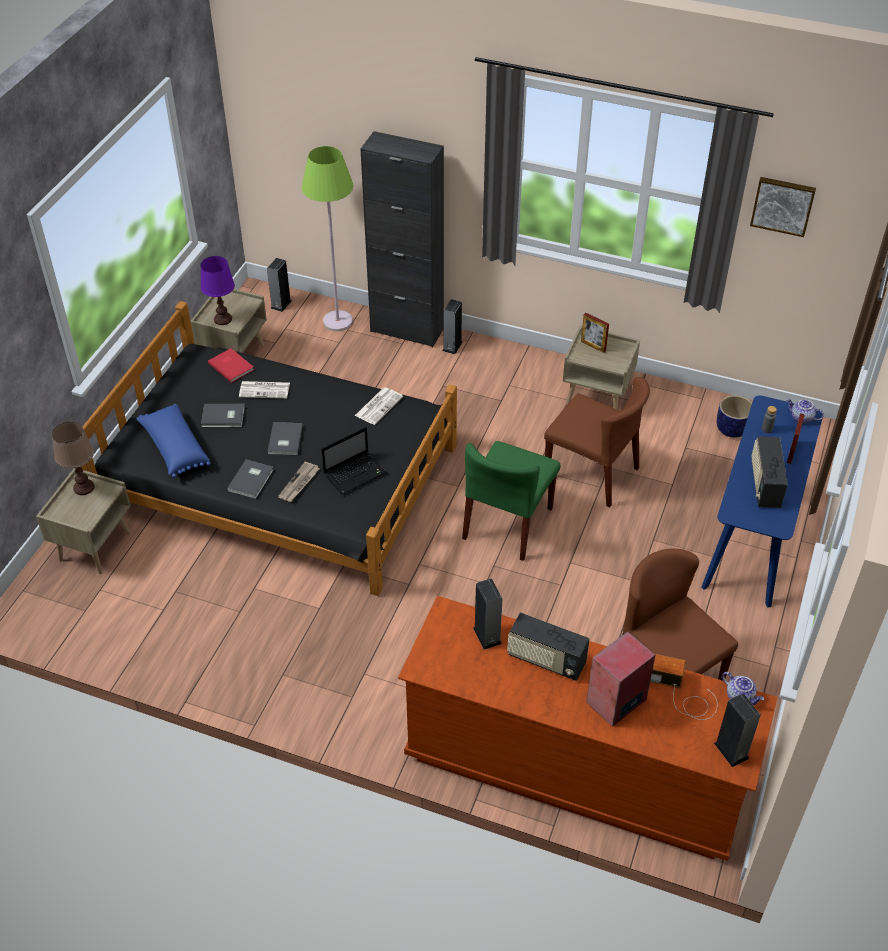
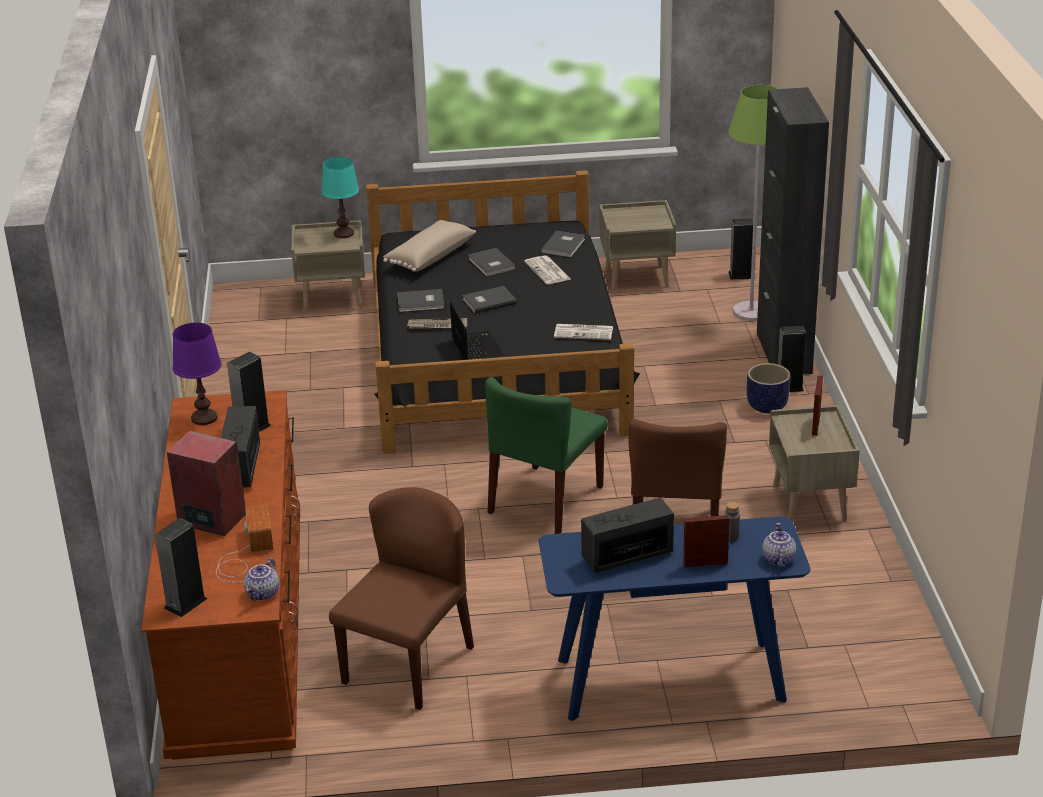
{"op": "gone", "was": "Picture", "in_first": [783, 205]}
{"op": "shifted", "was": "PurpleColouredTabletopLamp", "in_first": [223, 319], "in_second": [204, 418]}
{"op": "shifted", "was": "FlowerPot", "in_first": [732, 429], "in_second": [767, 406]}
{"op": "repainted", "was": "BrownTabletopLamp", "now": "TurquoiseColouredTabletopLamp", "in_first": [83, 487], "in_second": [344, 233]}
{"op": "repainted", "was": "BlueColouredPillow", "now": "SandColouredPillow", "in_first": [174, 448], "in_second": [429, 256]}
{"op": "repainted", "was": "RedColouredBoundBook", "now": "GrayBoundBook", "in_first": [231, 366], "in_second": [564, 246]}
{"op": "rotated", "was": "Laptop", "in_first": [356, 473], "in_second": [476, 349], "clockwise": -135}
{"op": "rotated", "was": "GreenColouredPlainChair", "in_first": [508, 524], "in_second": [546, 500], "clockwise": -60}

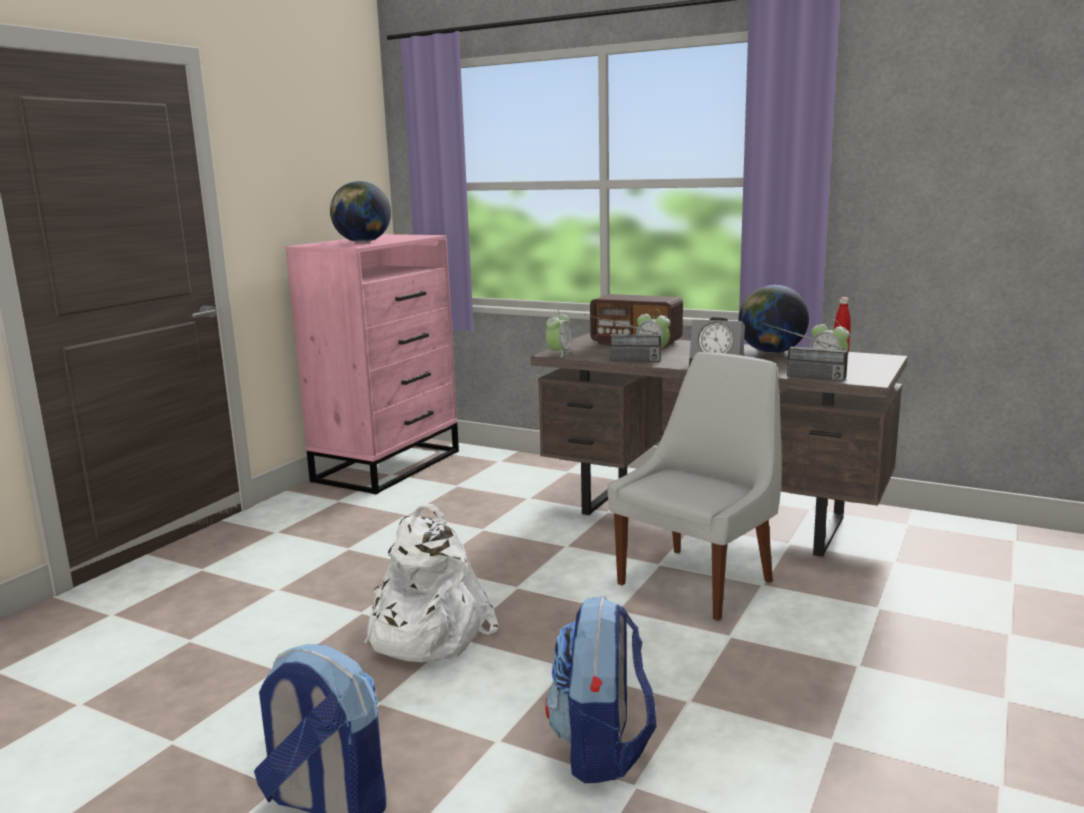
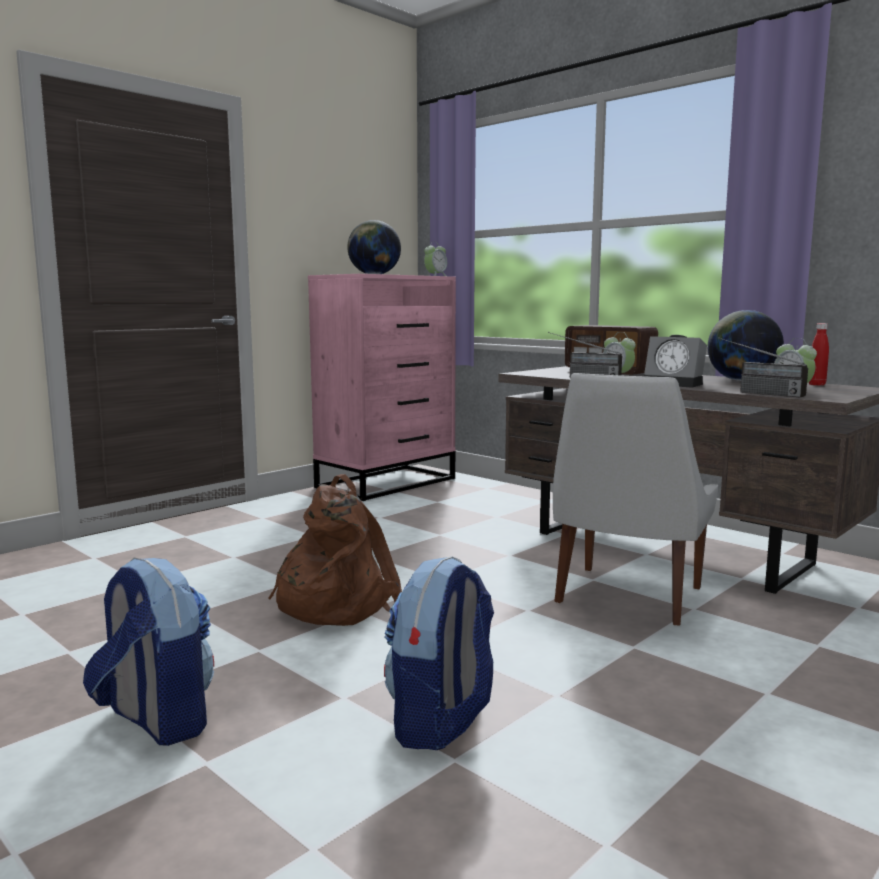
{"op": "shifted", "was": "BedsideClock", "in_first": [559, 353], "in_second": [435, 276]}
{"op": "repainted", "was": "WhitishKnapsack", "now": "BrownKnapsack", "in_first": [424, 632], "in_second": [335, 603]}
{"op": "rotated", "was": "WhitishPlainChair", "in_first": [699, 581], "in_second": [626, 597], "clockwise": 150}

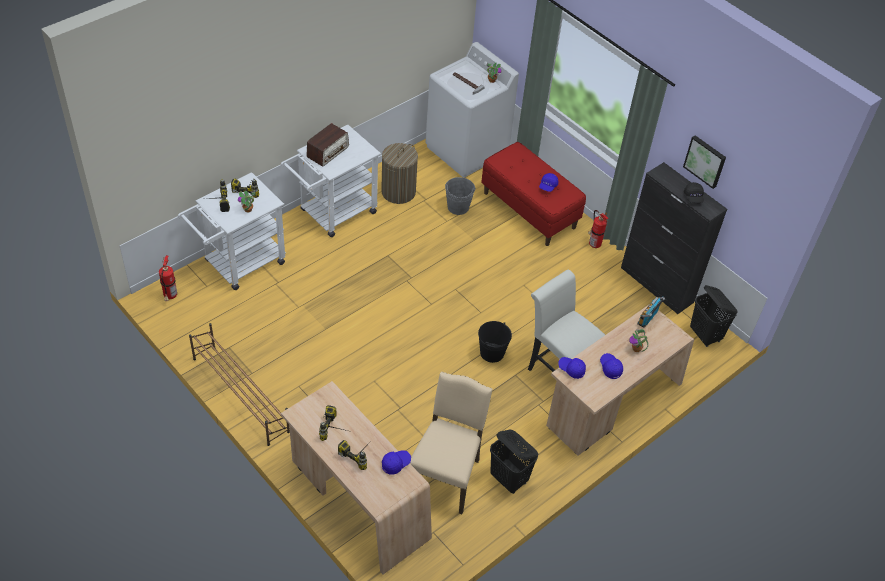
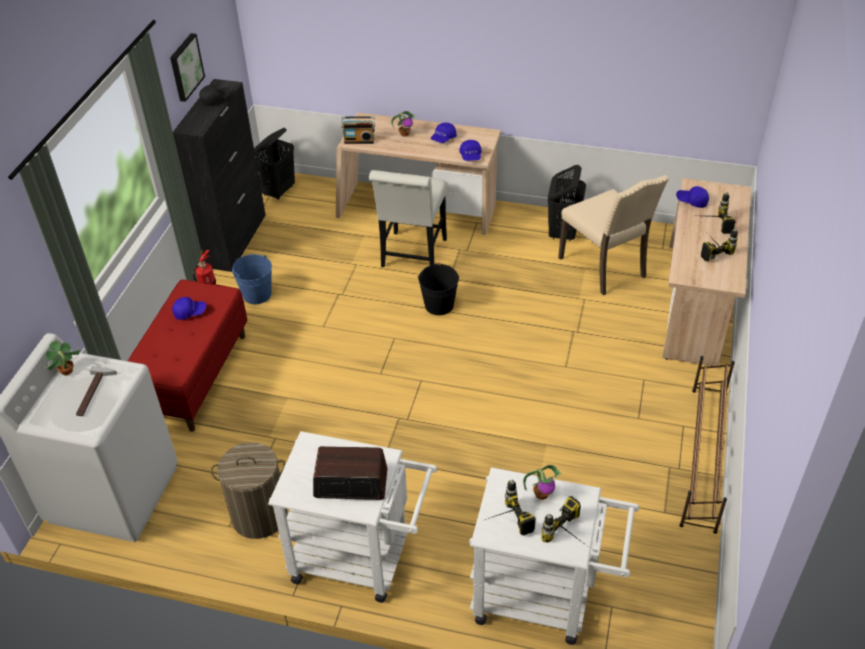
{"op": "gone", "was": "FireExtinguisher", "in_first": [170, 297]}
{"op": "gone", "was": "GrayWaterBucket", "in_first": [458, 207]}
{"op": "new", "now": "BlueColouredWaterBucket", "in_second": [257, 294]}
{"op": "rotated", "was": "SandColouredPlainChair", "in_first": [446, 475], "in_second": [605, 267], "clockwise": -105}

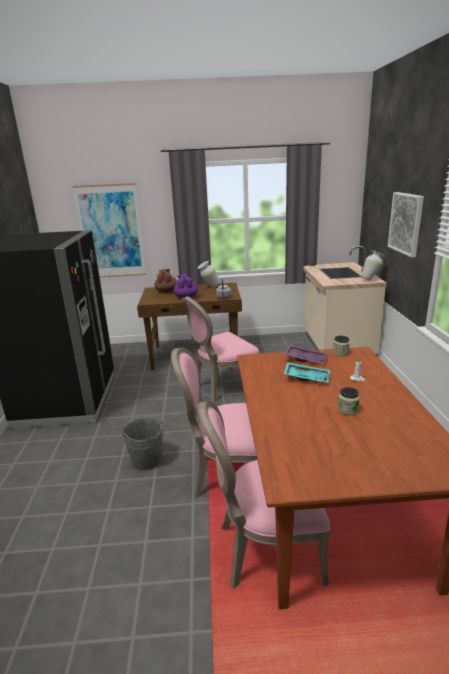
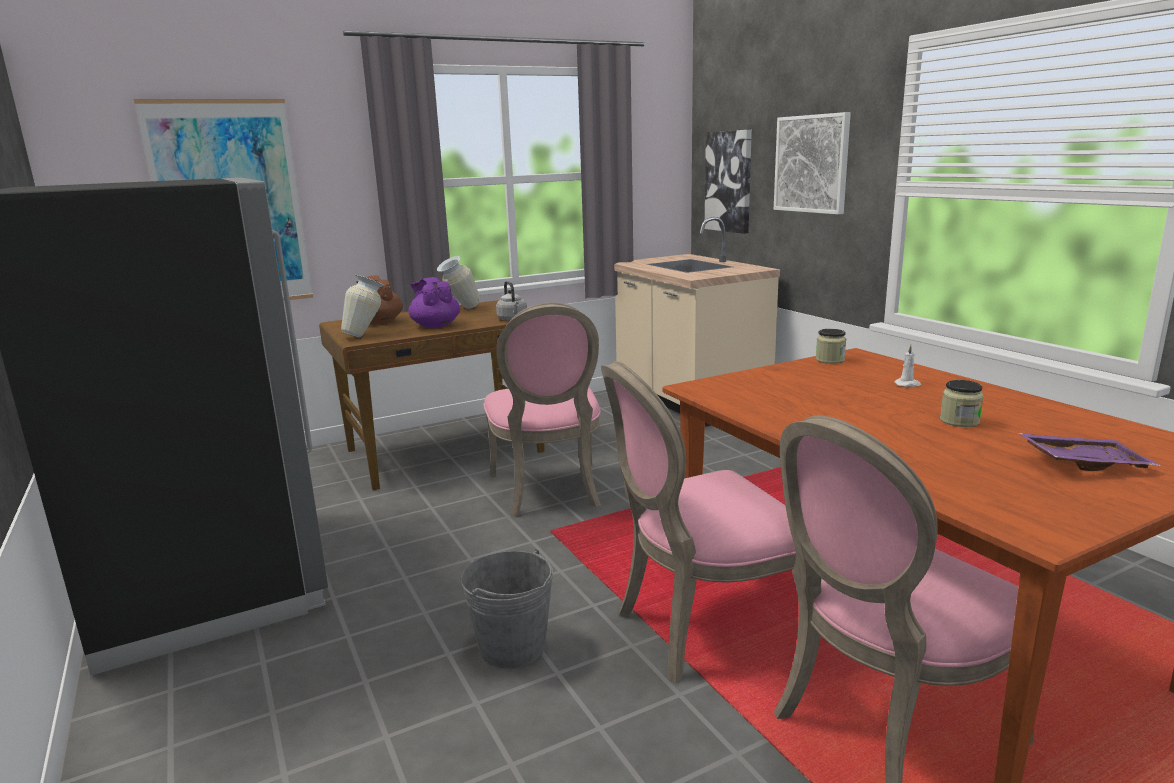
{"op": "gone", "was": "TurquoiseColouredCarryingTray", "in_first": [307, 377]}
{"op": "new", "now": "Picture", "in_second": [729, 181]}
{"op": "shifted", "was": "PurpleColouredCarryingTray", "in_first": [306, 359], "in_second": [1082, 463]}
{"op": "shifted", "was": "FlowerVase", "in_first": [372, 279], "in_second": [367, 335]}
{"op": "rotated", "was": "PinkishPlainChair", "in_first": [222, 387], "in_second": [549, 491], "clockwise": -45}

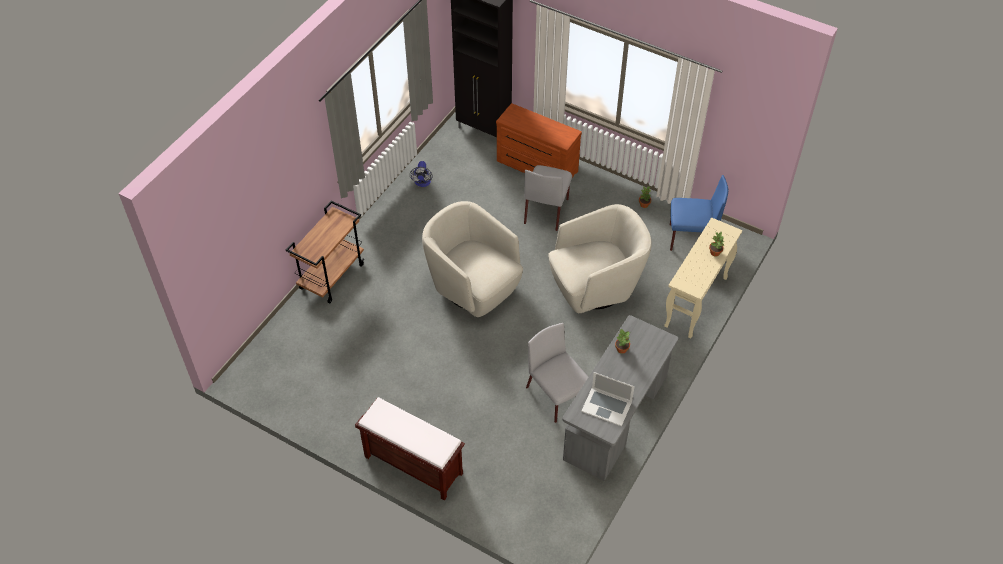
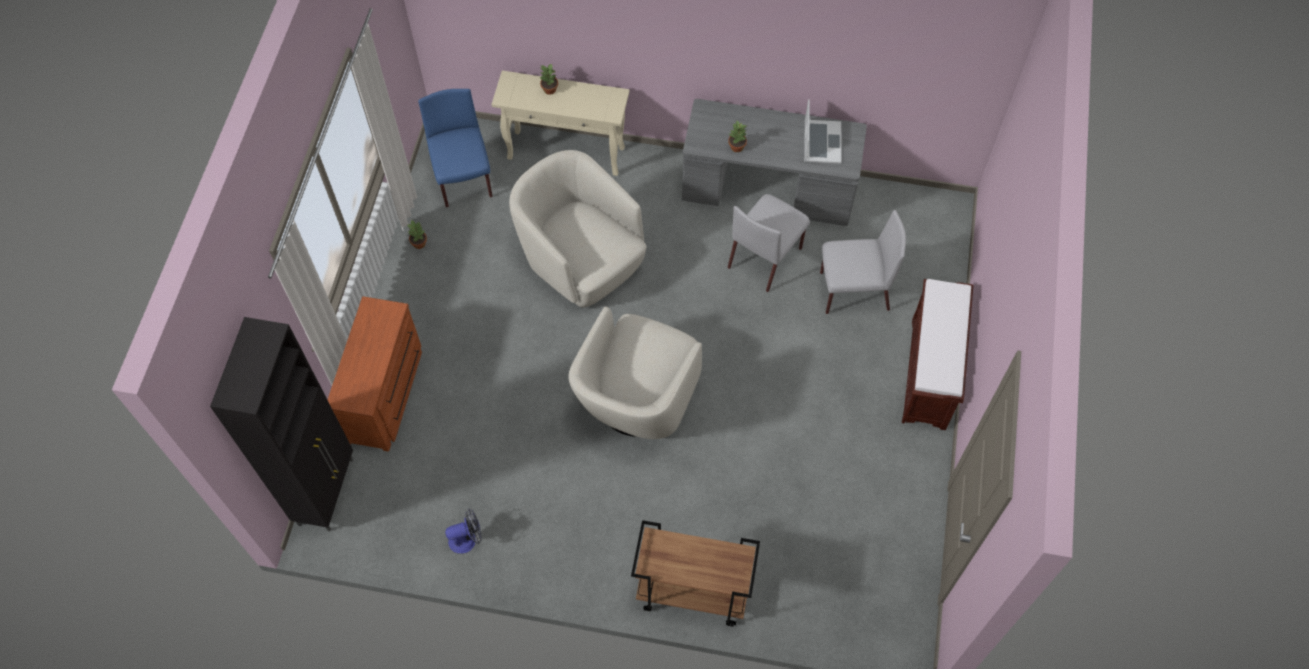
{"op": "shifted", "was": "GrayPlainChair", "in_first": [546, 210], "in_second": [853, 291]}

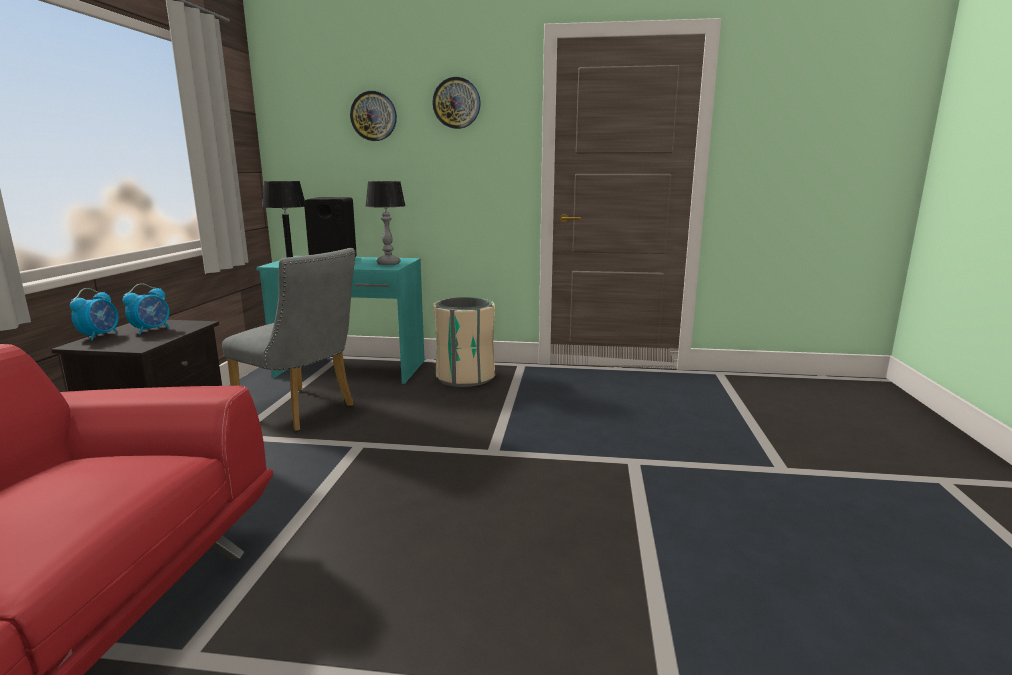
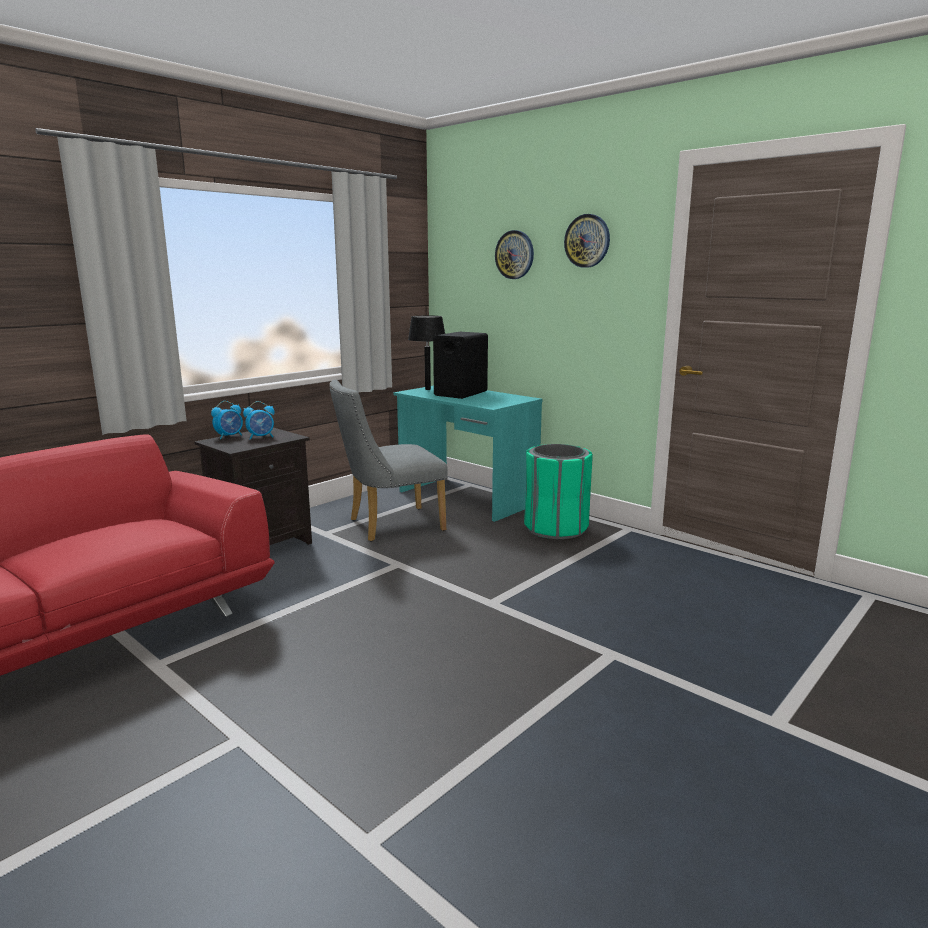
{"op": "gone", "was": "TabletopLamp", "in_first": [388, 263]}
{"op": "repainted", "was": "SandColouredWasteBin", "now": "GreenColouredWasteBin", "in_first": [465, 377], "in_second": [556, 528]}
{"op": "rotated", "was": "GrayPlainChair", "in_first": [302, 411], "in_second": [389, 525], "clockwise": 90}

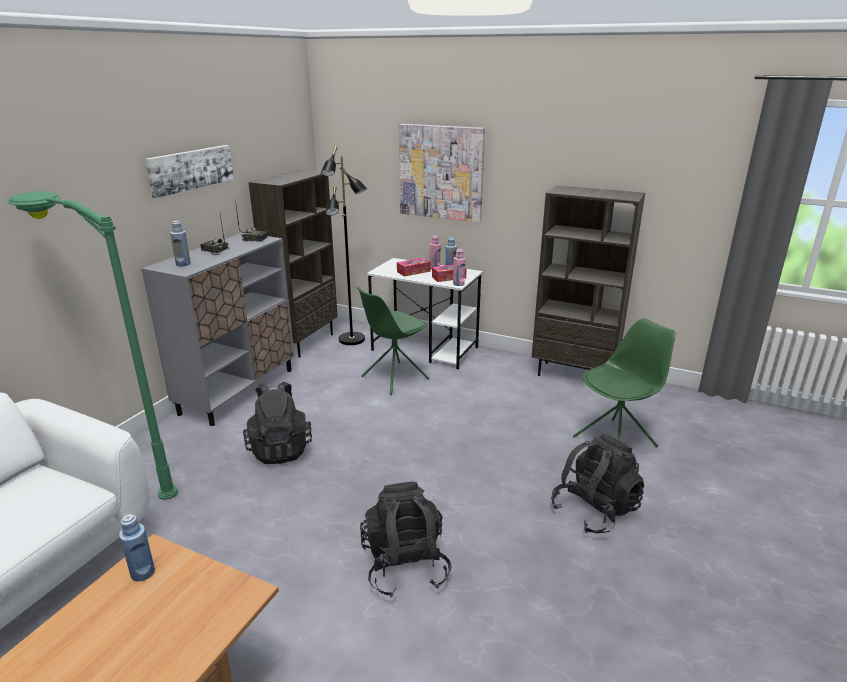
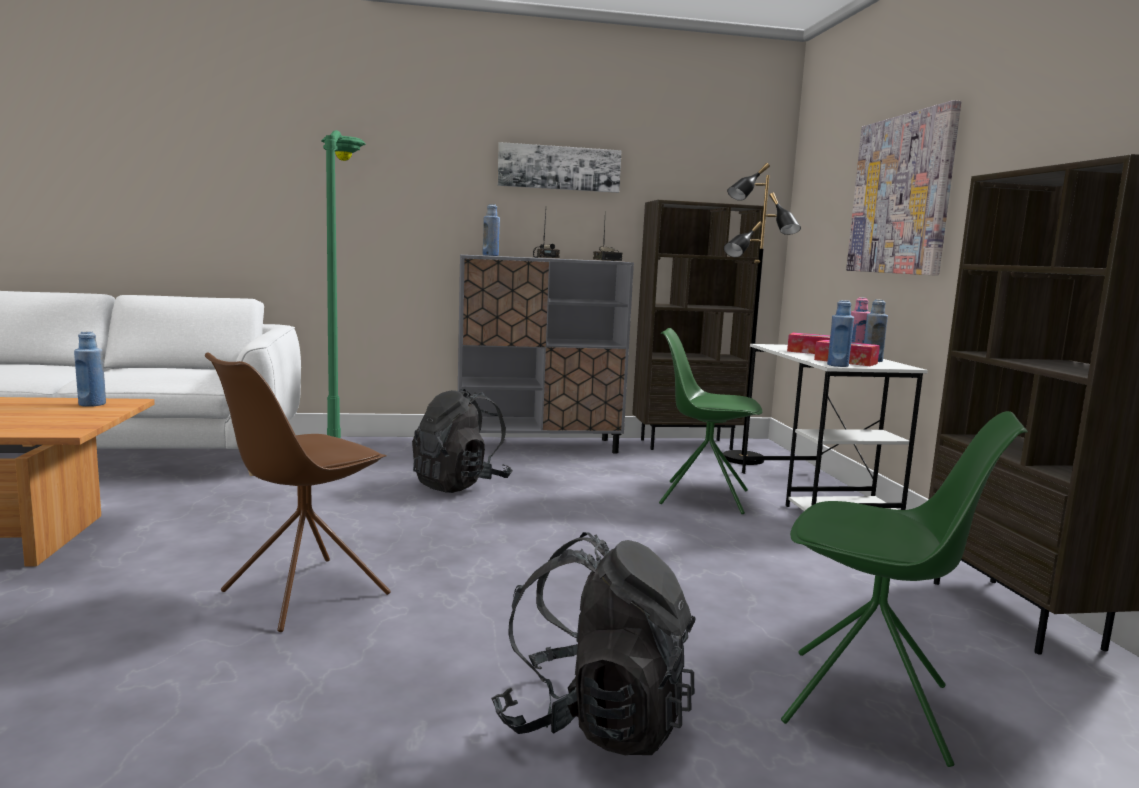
{"op": "swapped", "was": "BlackColouredKnapsack", "now": "BrownPlainChair", "in_first": [405, 566], "in_second": [302, 594]}
{"op": "repainted", "was": "PinkishBottle", "now": "BlueColouredBottle", "in_first": [458, 284], "in_second": [837, 365]}

